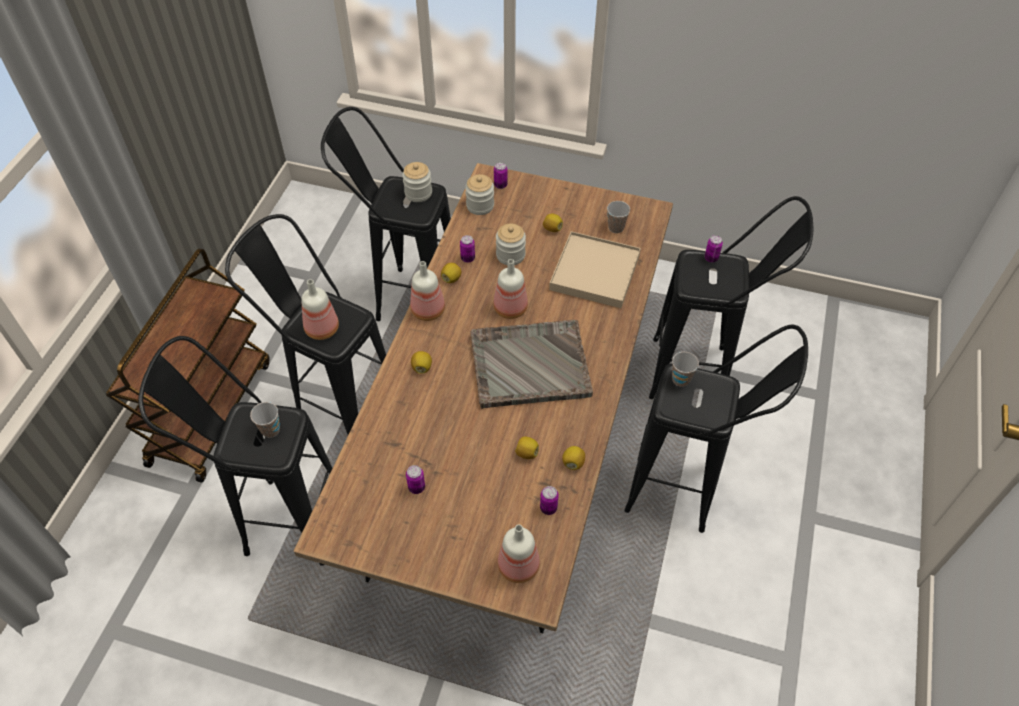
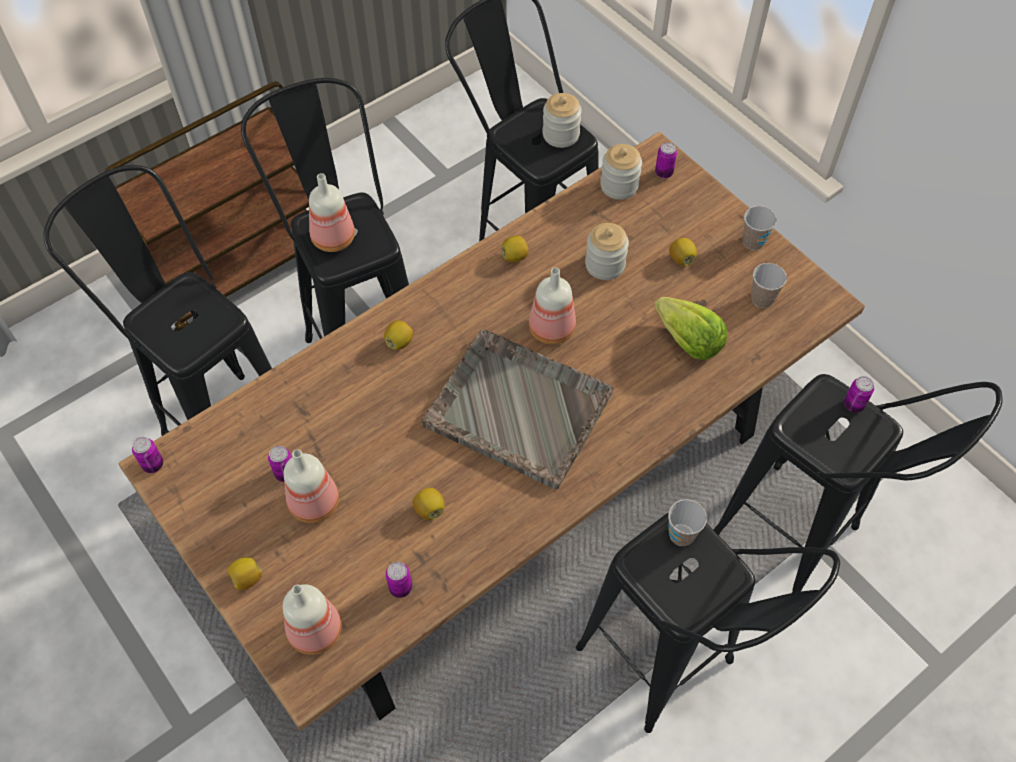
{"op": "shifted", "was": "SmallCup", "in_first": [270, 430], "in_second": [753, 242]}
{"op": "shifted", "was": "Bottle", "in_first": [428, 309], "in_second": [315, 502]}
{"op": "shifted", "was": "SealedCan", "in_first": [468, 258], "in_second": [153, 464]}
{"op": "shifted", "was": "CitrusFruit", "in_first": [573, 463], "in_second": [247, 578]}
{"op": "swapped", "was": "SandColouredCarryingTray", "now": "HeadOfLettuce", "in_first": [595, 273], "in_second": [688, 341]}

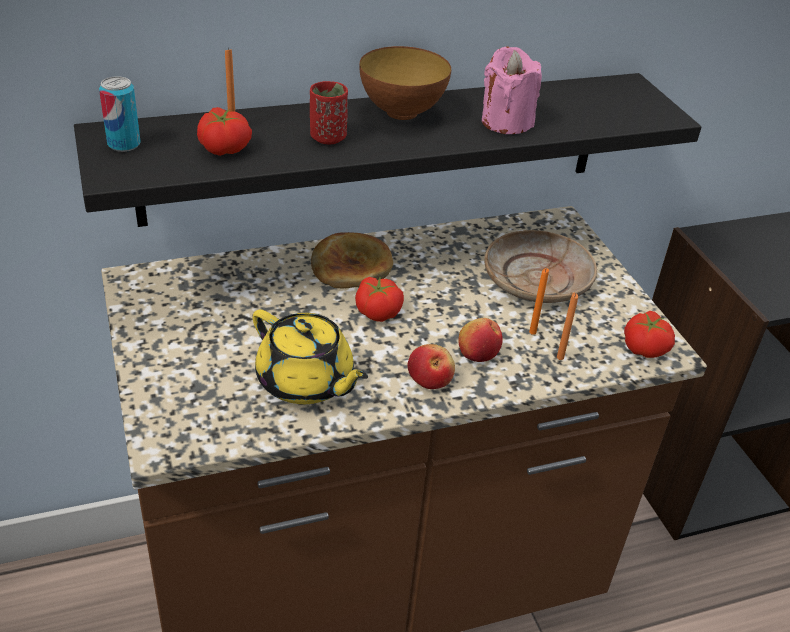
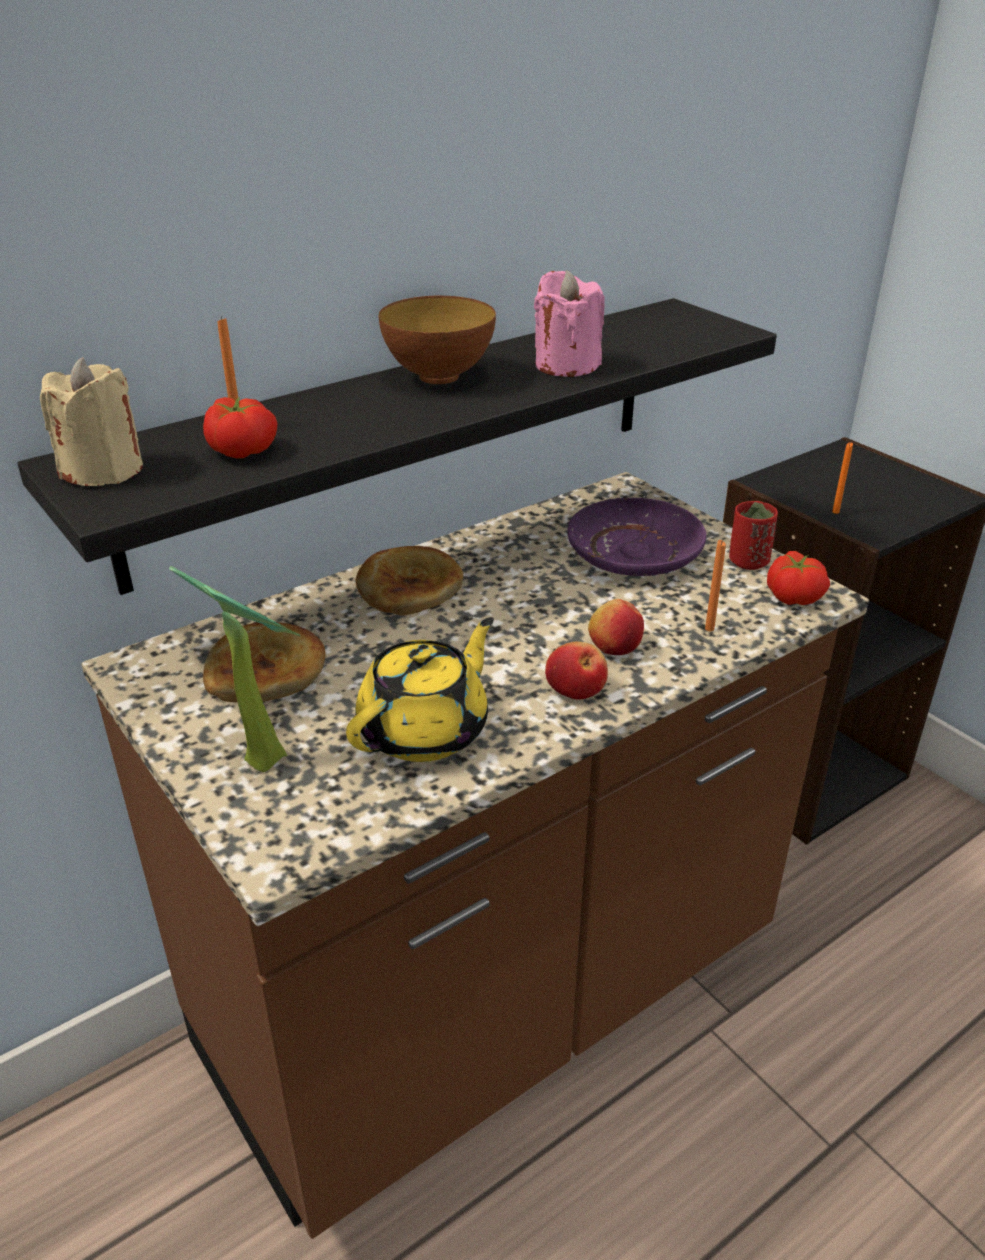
{"op": "gone", "was": "FreshTomato", "in_first": [378, 311]}
{"op": "new", "now": "PlantInAPot", "in_second": [266, 754]}
{"op": "new", "now": "Bread", "in_second": [266, 670]}
{"op": "shifted", "was": "RedColouredSmallCup", "in_first": [328, 137], "in_second": [748, 562]}
{"op": "shifted", "was": "OrangeWaxCandle", "in_first": [532, 332], "in_second": [835, 512]}
{"op": "swapped", "was": "SealedCan", "now": "SandColouredWaxCandle", "in_first": [124, 144], "in_second": [103, 470]}
{"op": "repainted", "was": "SandColouredDinnerPlate", "now": "PurpleColouredDinnerPlate", "in_first": [537, 280], "in_second": [635, 554]}
{"op": "rotated", "was": "YellowishTeaPot", "in_first": [306, 382], "in_second": [426, 730], "clockwise": -75}

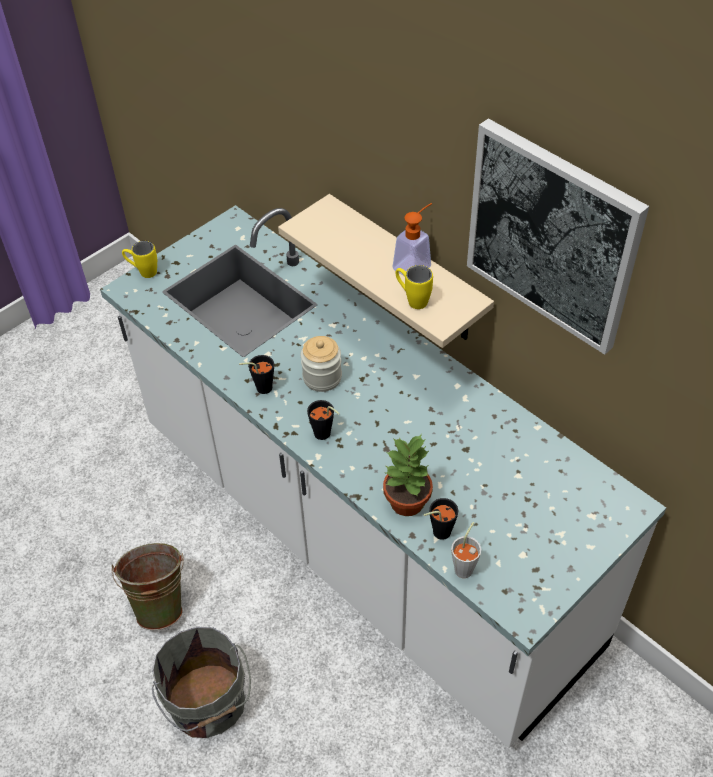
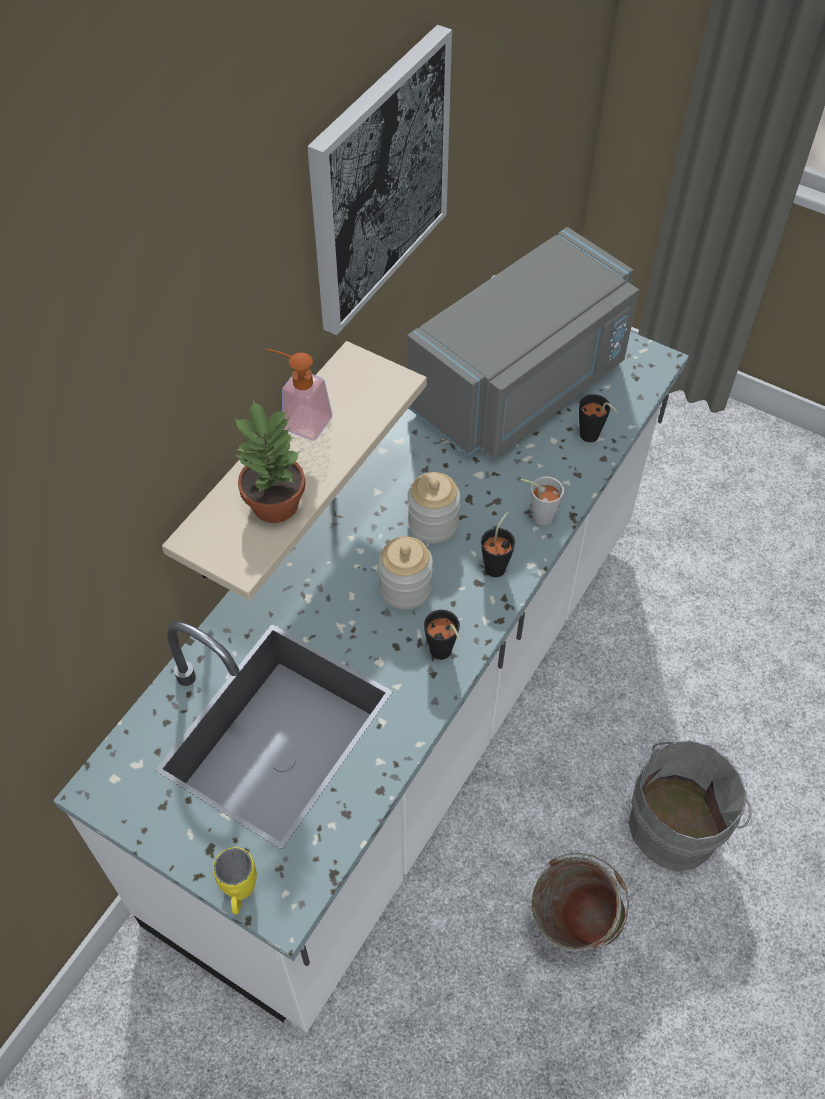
{"op": "gone", "was": "YellowishMug", "in_first": [412, 299]}
{"op": "new", "now": "GrayMicrowaveOven", "in_second": [522, 387]}
{"op": "new", "now": "Jar", "in_second": [433, 524]}
{"op": "shifted", "was": "PlantInAPot", "in_first": [408, 502], "in_second": [276, 503]}
{"op": "shifted", "was": "GraySmallCup", "in_first": [465, 566], "in_second": [538, 515]}

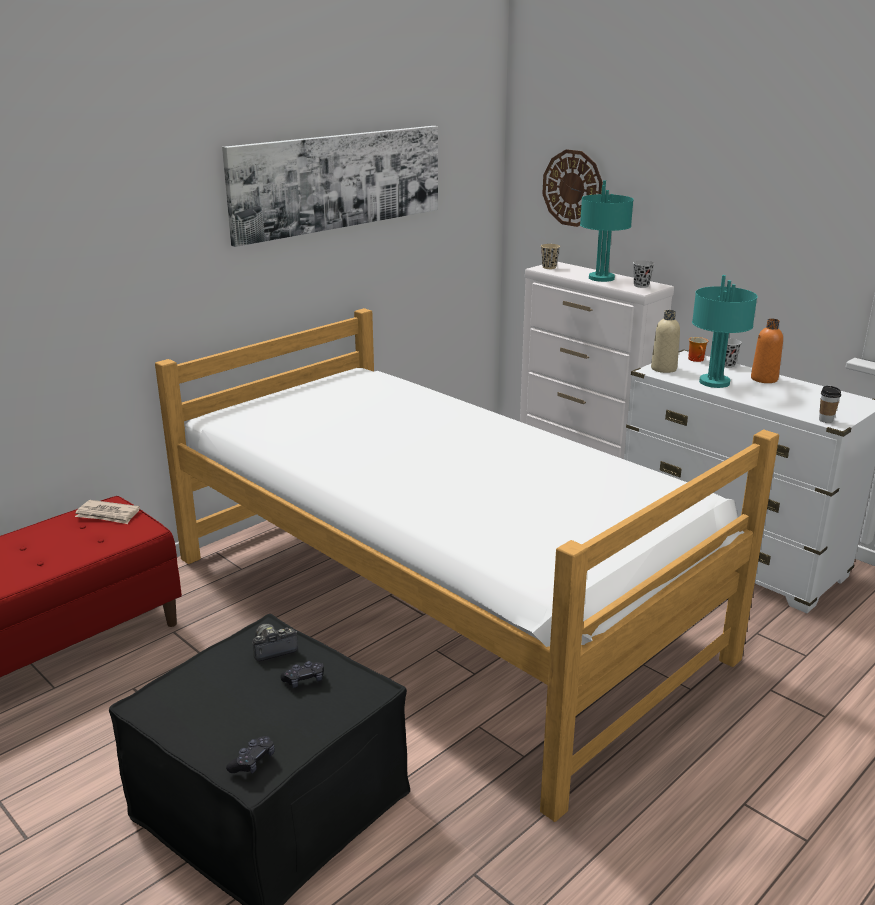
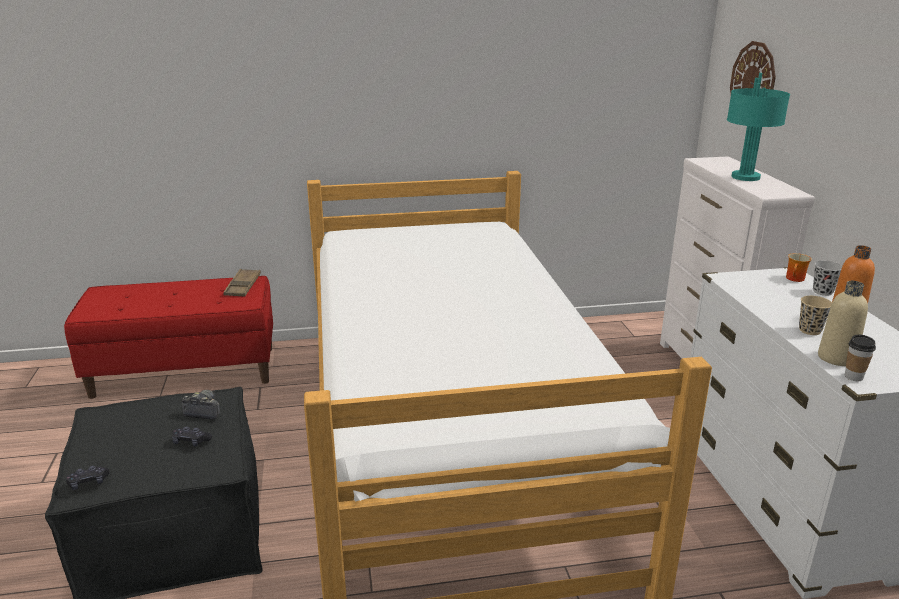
{"op": "gone", "was": "Picture", "in_first": [339, 181]}
{"op": "gone", "was": "BlackColouredSmallCup", "in_first": [641, 285]}
{"op": "gone", "was": "TurquoiseColouredTabletopLamp", "in_first": [714, 382]}
{"op": "shifted", "was": "SandColouredSmallCup", "in_first": [549, 267], "in_second": [810, 330]}
{"op": "shifted", "was": "SandColouredBottle", "in_first": [663, 369], "in_second": [836, 358]}
{"op": "swapped", "was": "PrintedPaper", "now": "BrownCarryingTray", "in_first": [108, 515], "in_second": [243, 286]}

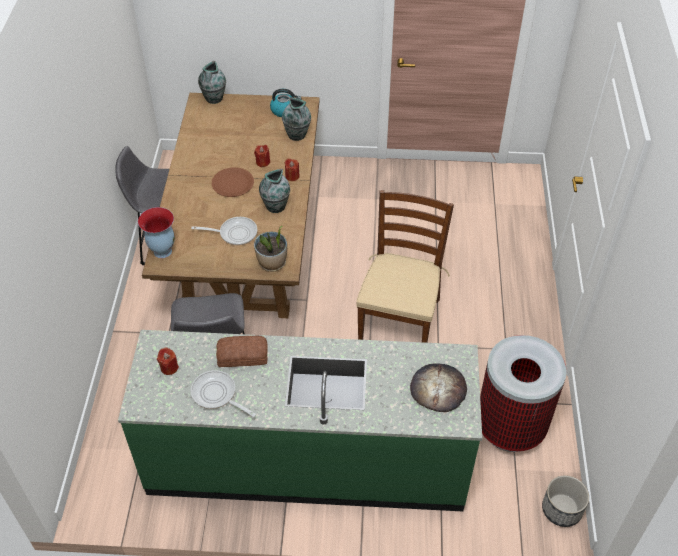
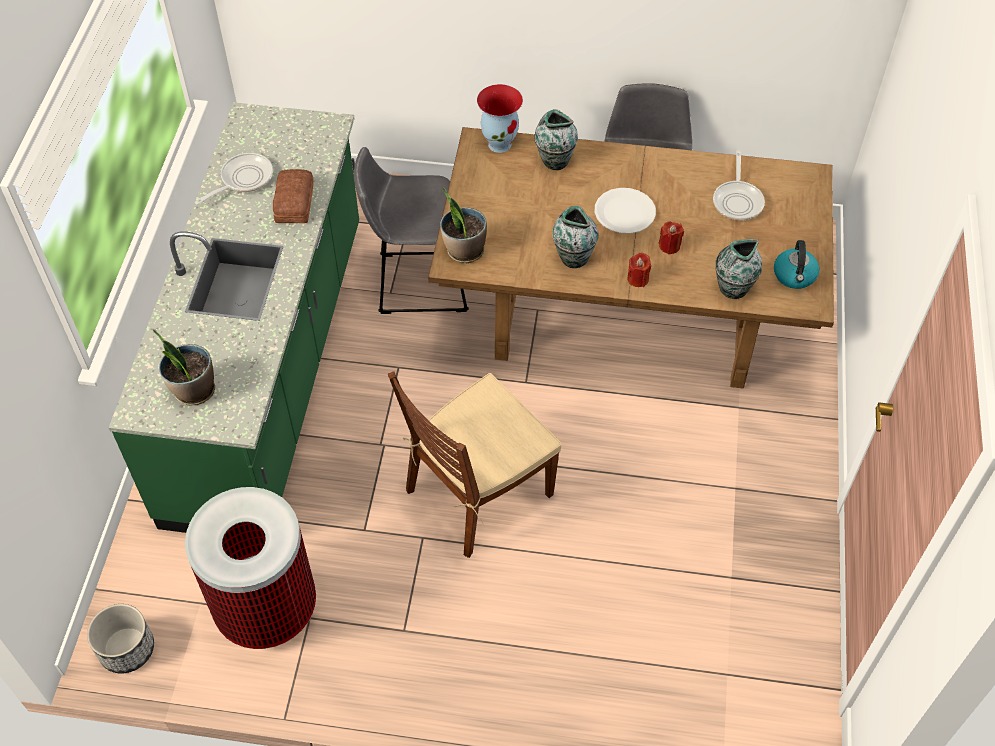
{"op": "gone", "was": "RedColouredWaxCandle", "in_first": [169, 367]}
{"op": "shifted", "was": "Skillet", "in_first": [235, 233], "in_second": [738, 200]}
{"op": "shifted", "was": "FlowerVase", "in_first": [214, 99], "in_second": [554, 161]}
{"op": "swapped", "was": "Bread", "now": "PlantInAPot", "in_first": [438, 389], "in_second": [193, 390]}
{"op": "repainted", "was": "BrownDinnerPlate", "now": "WhitishDinnerPlate", "in_first": [233, 183], "in_second": [624, 212]}
{"op": "rotated", "was": "BrownPlainChair", "in_first": [399, 319], "in_second": [478, 493], "clockwise": 120}

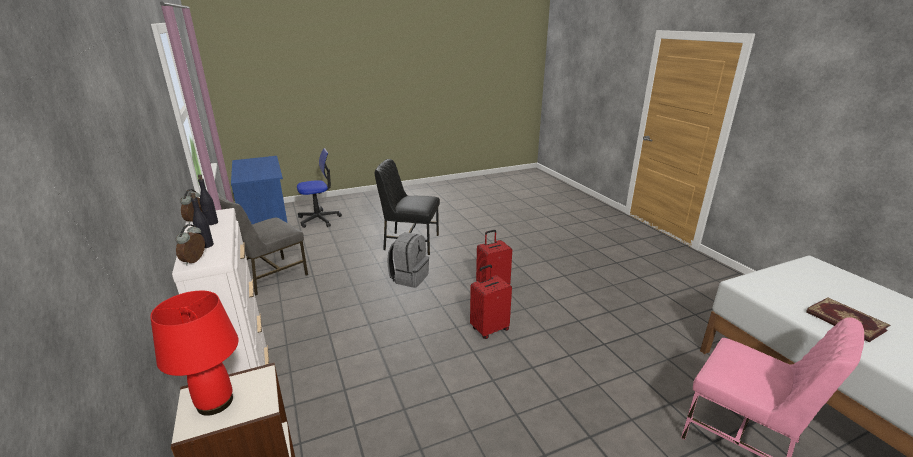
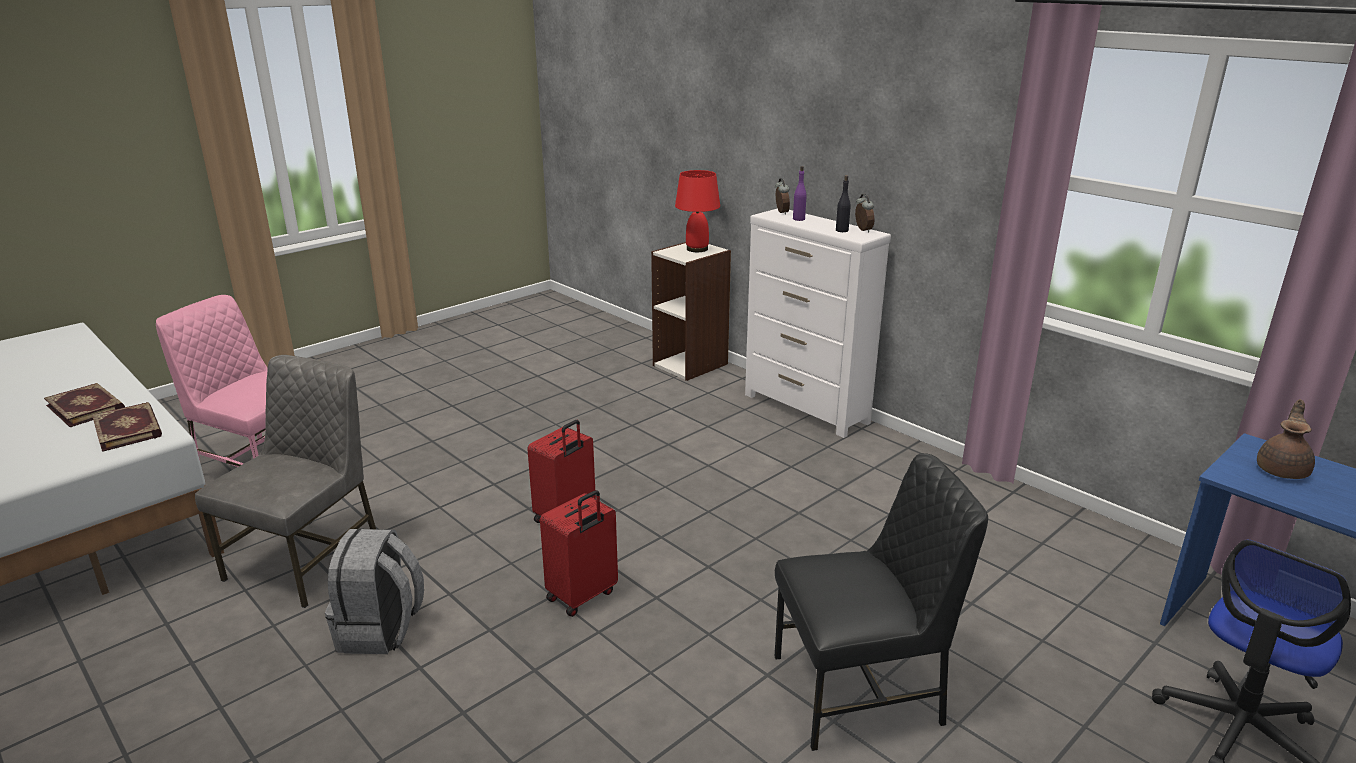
{"op": "new", "now": "BoundBook", "in_second": [129, 429]}
{"op": "new", "now": "BrownTeaPot", "in_second": [1282, 470]}
{"op": "shifted", "was": "GrayPlainChair", "in_first": [269, 276], "in_second": [307, 559]}
{"op": "shifted", "was": "GrayKnapsack", "in_first": [409, 277], "in_second": [381, 630]}
{"op": "repainted", "was": "BlackColouredBottle", "now": "PurpleColouredBottle", "in_first": [206, 245], "in_second": [799, 219]}

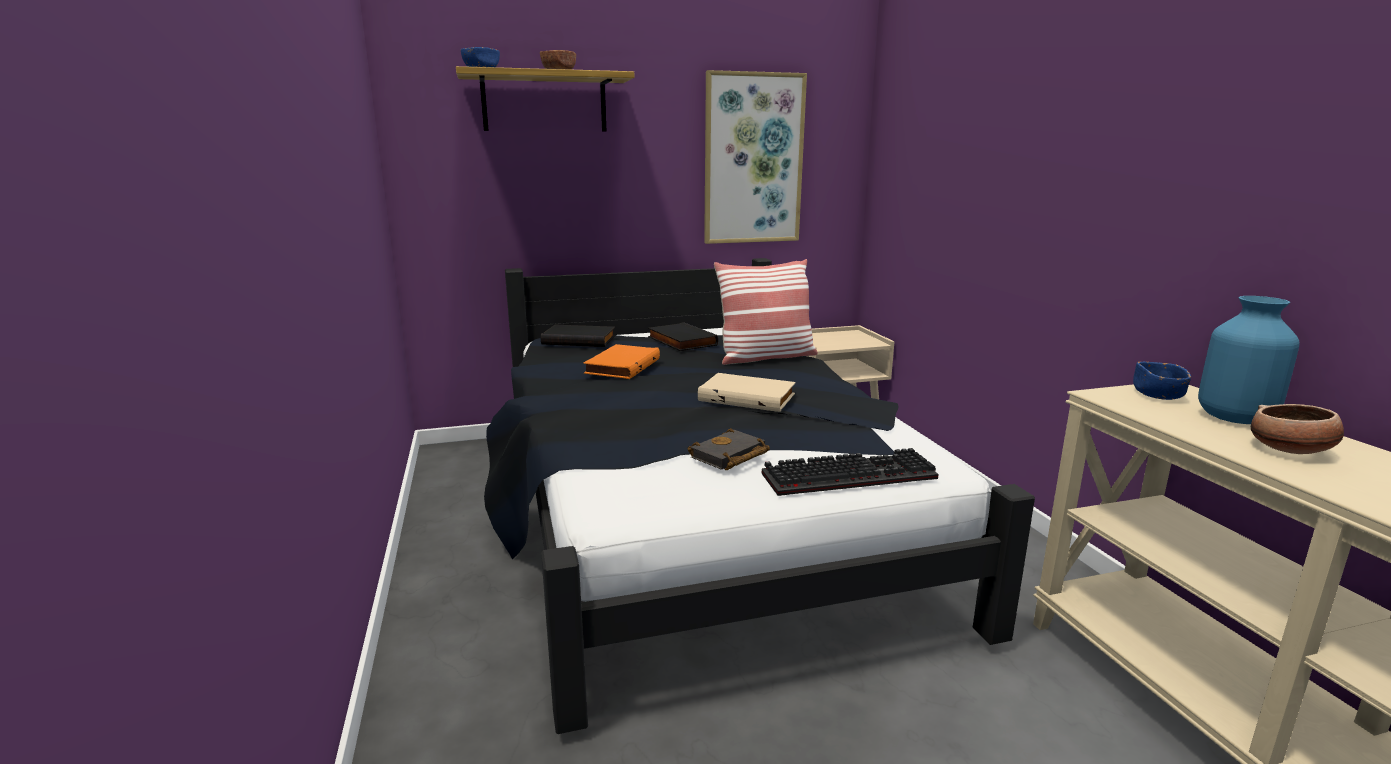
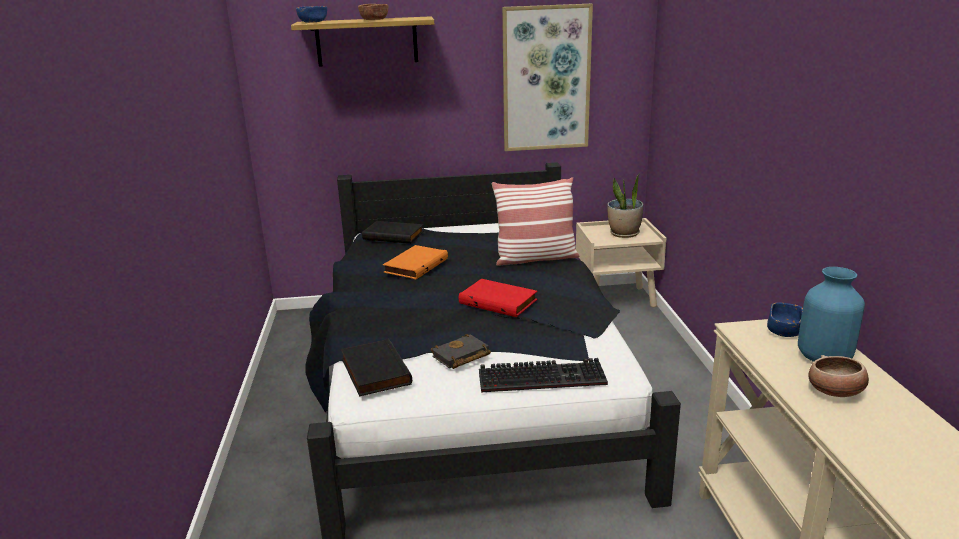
{"op": "new", "now": "PlantInAPot", "in_second": [624, 234]}
{"op": "shifted", "was": "BlackColouredBoundBook", "in_first": [680, 341], "in_second": [373, 371]}
{"op": "repainted", "was": "SandColouredBoundBook", "now": "RedColouredBoundBook", "in_first": [748, 397], "in_second": [499, 301]}

